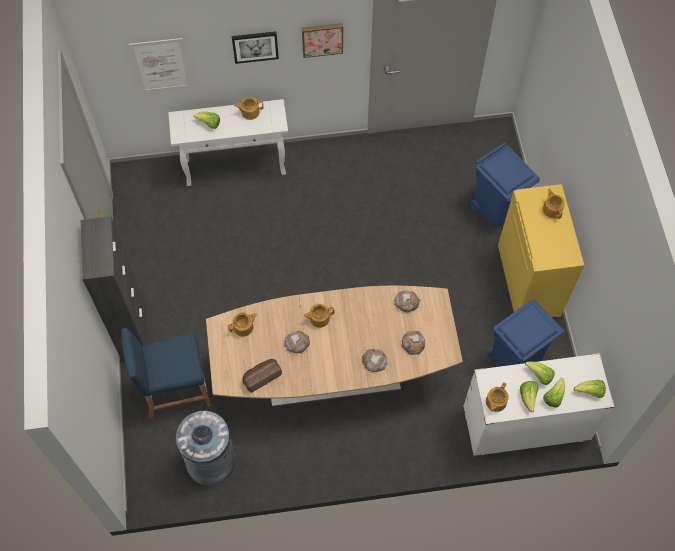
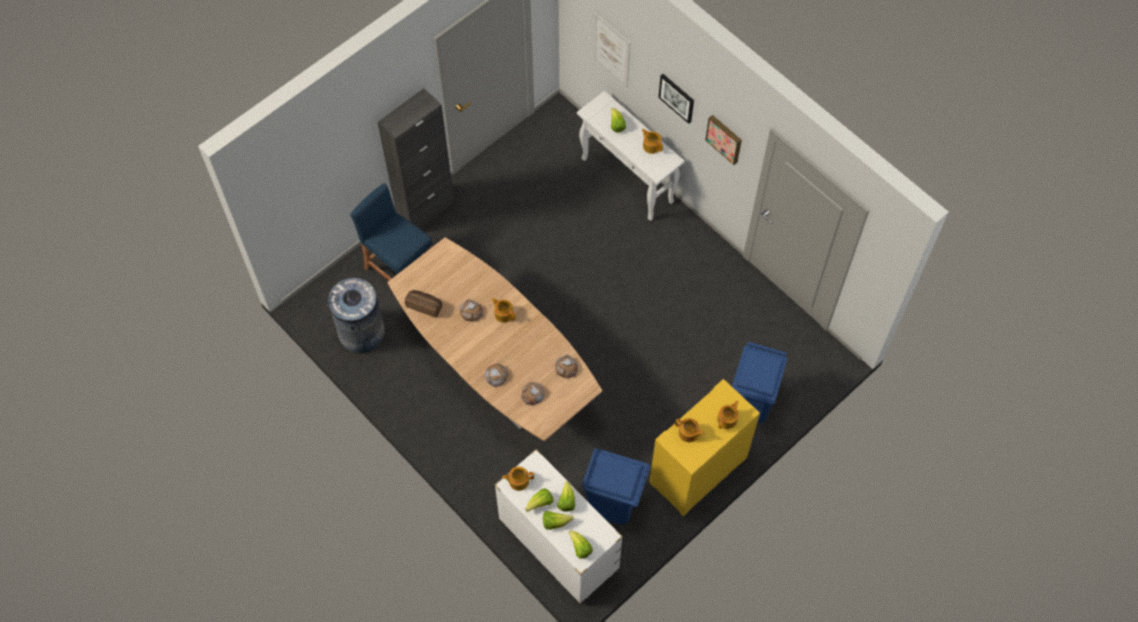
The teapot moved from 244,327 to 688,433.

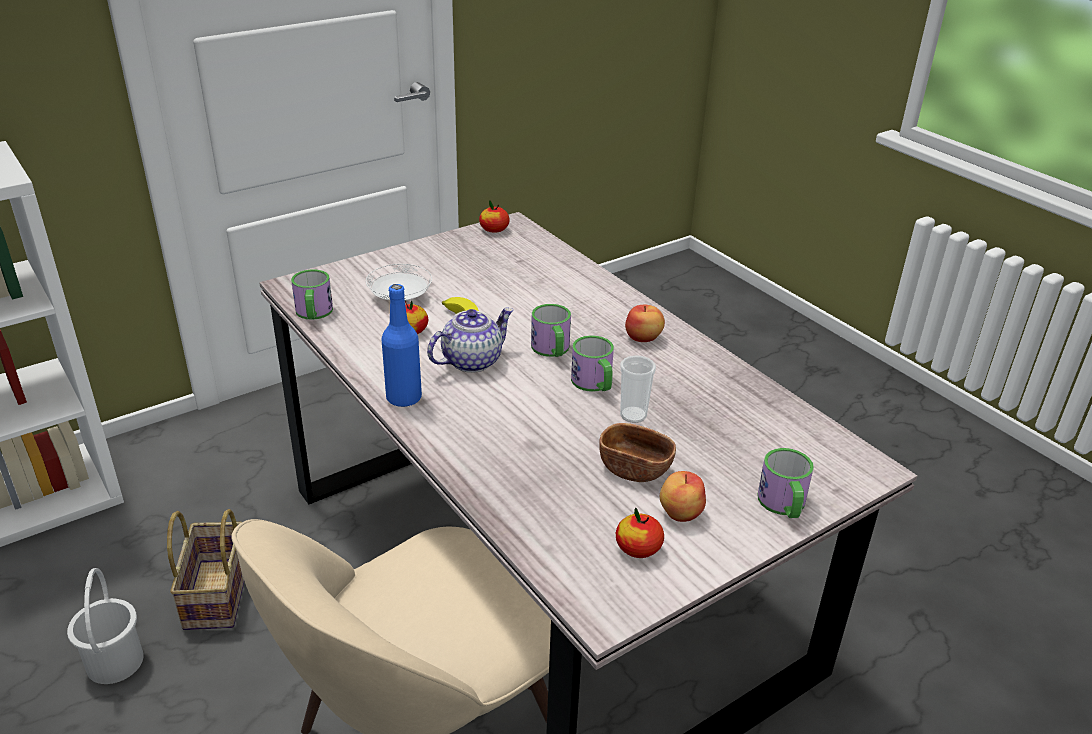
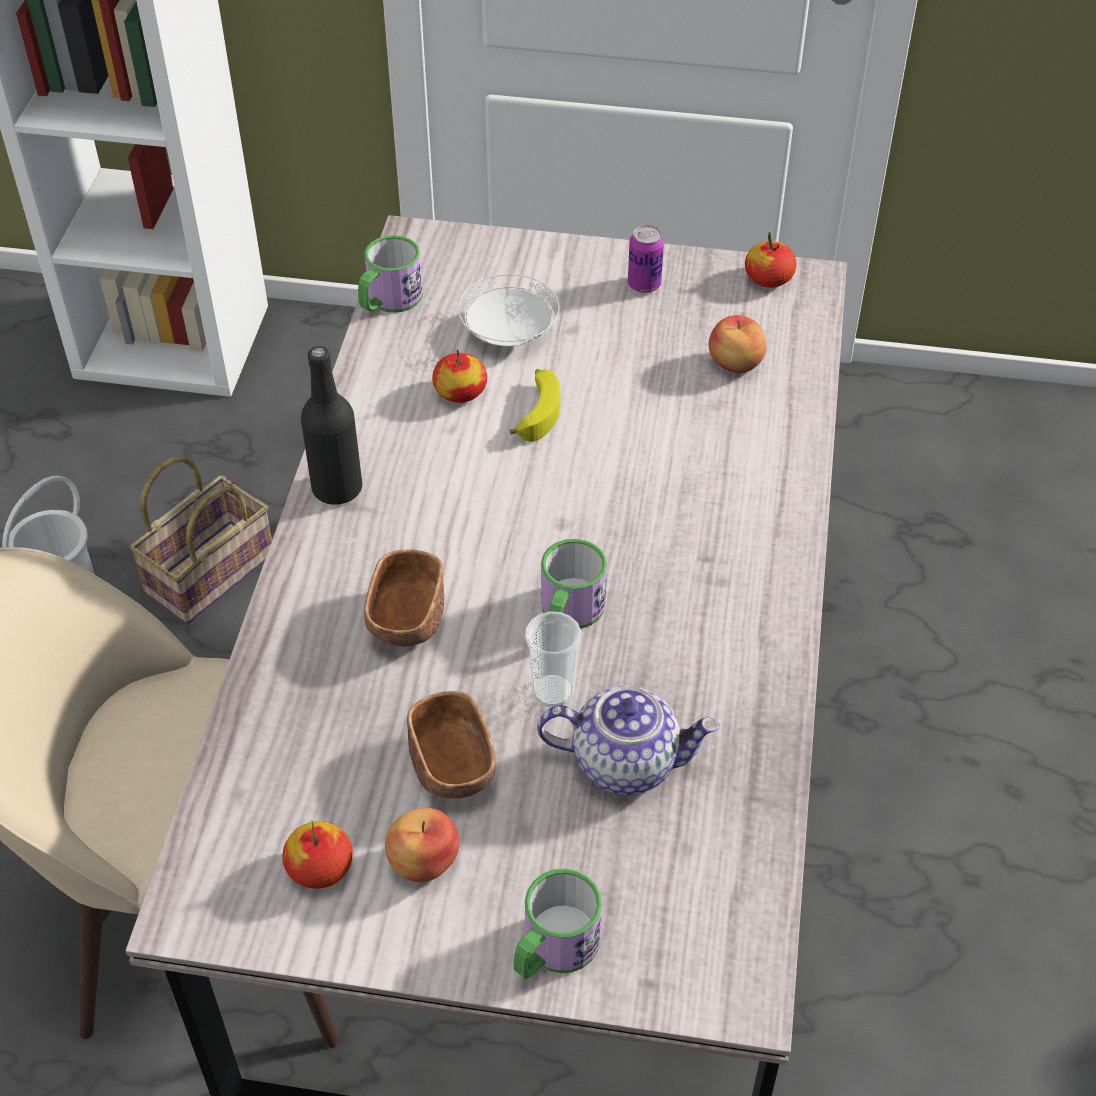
The blue bottle at 404,398 became the black bottle at 337,488. The mug at 552,350 disappeared. The apple moved from 643,338 to 735,364. The teapot moved from 472,360 to 626,761. The can at 644,284 appeared. The brown bowl at 406,619 appeared.

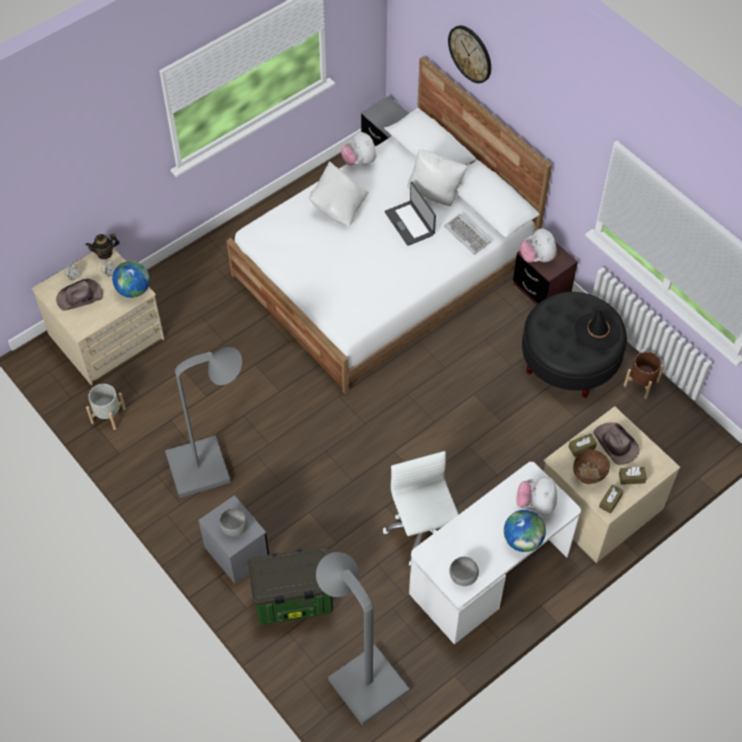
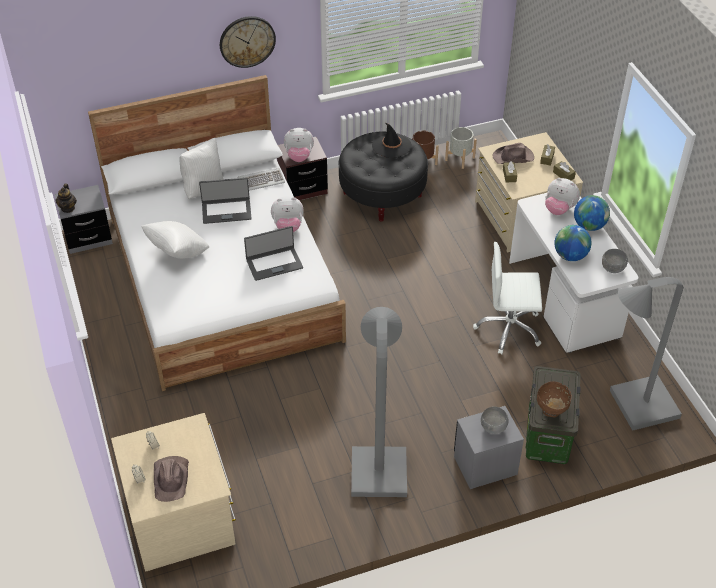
The wall clock moved from 470,53 to 247,41. The plush toy moved from 359,161 to 288,227. The teapot moved from 105,253 to 68,208. The globe moved from 133,290 to 570,256. The grey planter moved from 108,415 to 459,159. The brown bowl moved from 587,477 to 551,411. The laptop at 274,263 appeared.

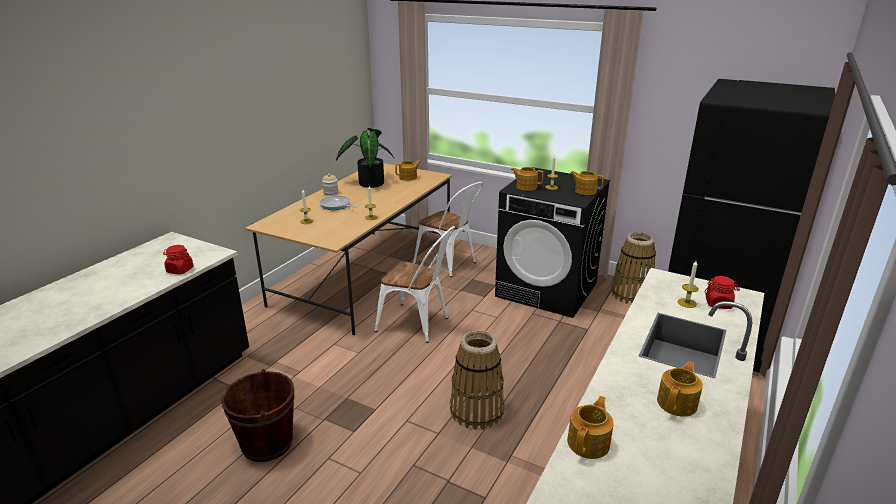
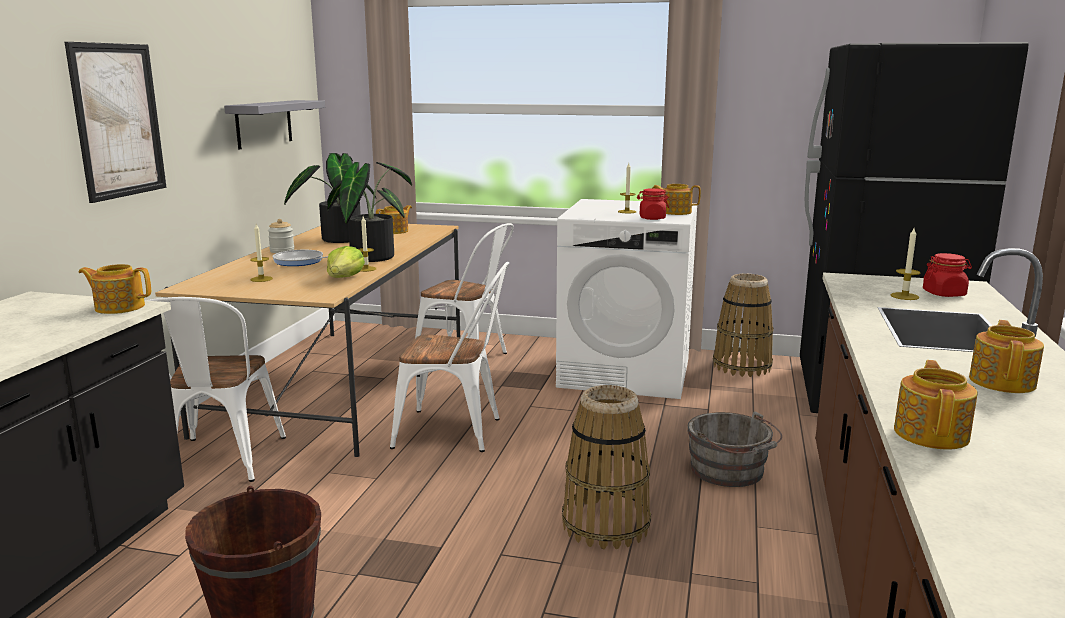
The black washing machine at 547,290 became the white washing machine at 626,373. The teapot moved from 526,187 to 119,307. The red jar moved from 180,270 to 652,218. The picture at 118,120 appeared. The grey shelf at 264,124 appeared. The potted plant at 371,256 appeared. The lettuce at 345,278 appeared. The white chair at 221,464 appeared. The grey bucket at 730,472 appeared.

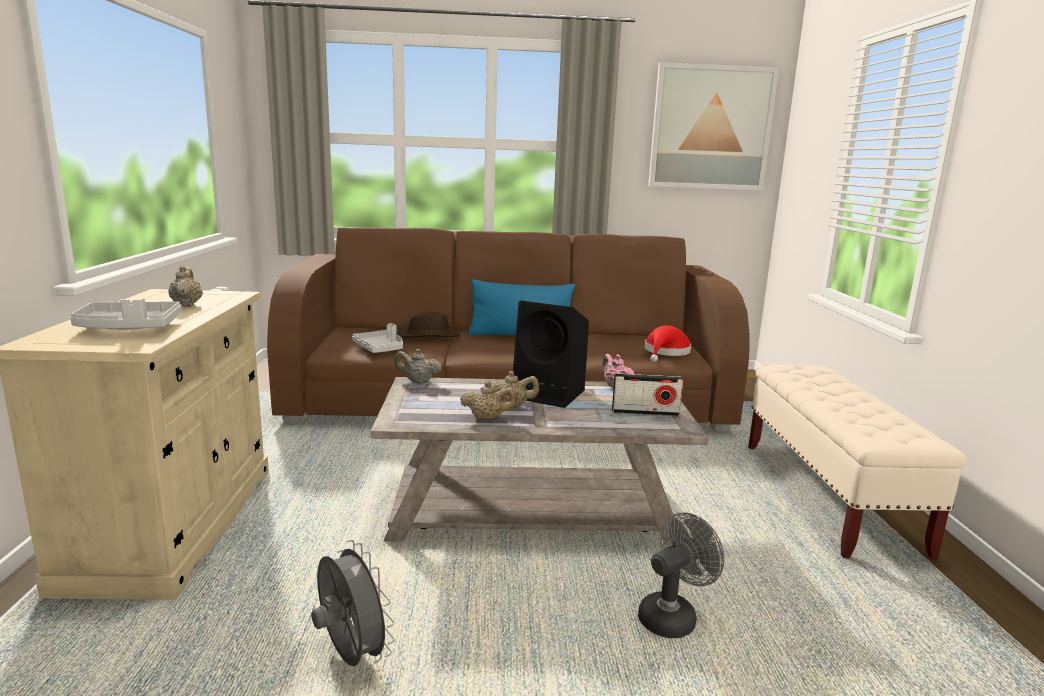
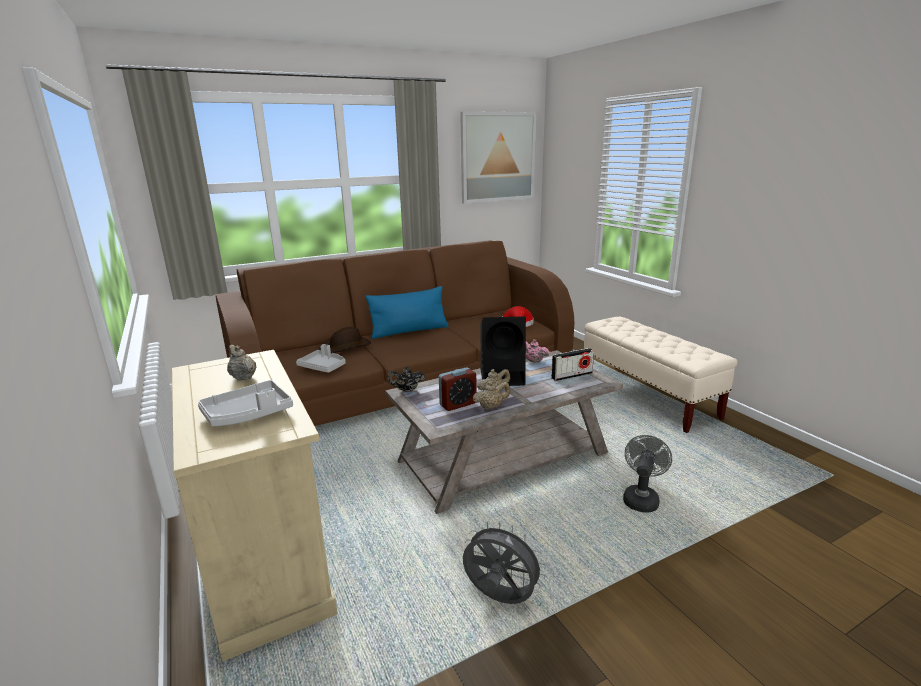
The beige teapot at 417,381 became the black teapot at 406,390. The alarm clock at 458,404 appeared.

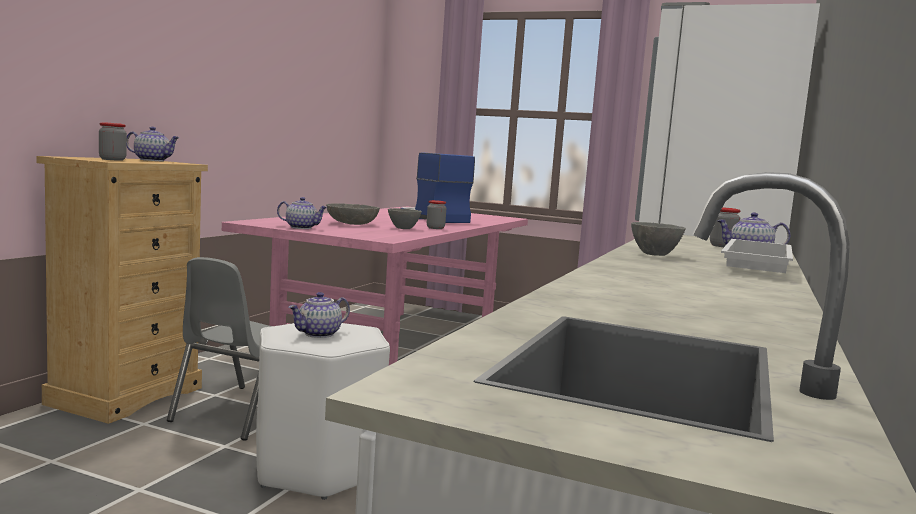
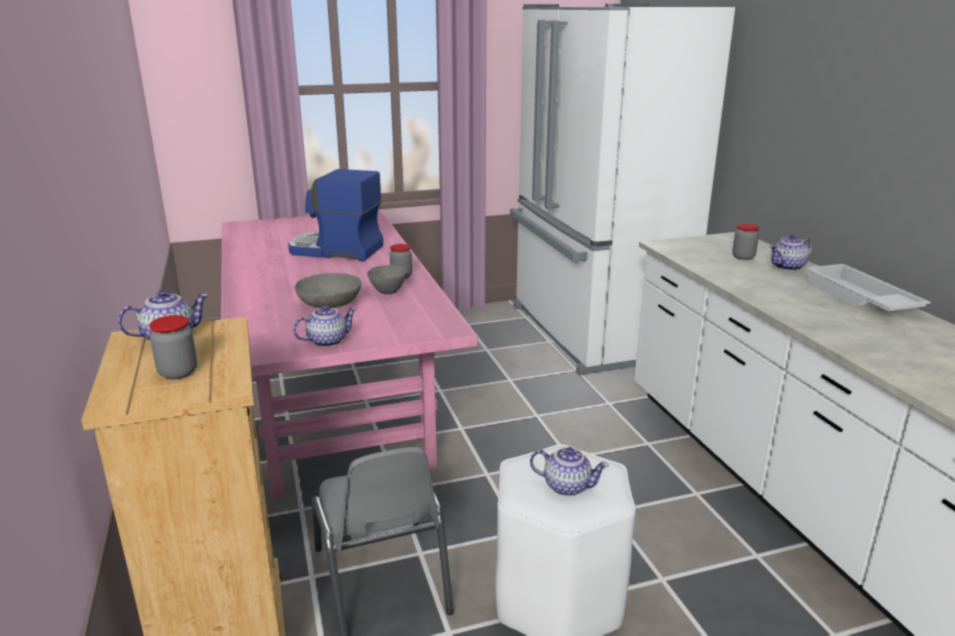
The grey bowl at 655,255 disappeared. The teapot at 319,334 turned 75 degrees counterclockwise.

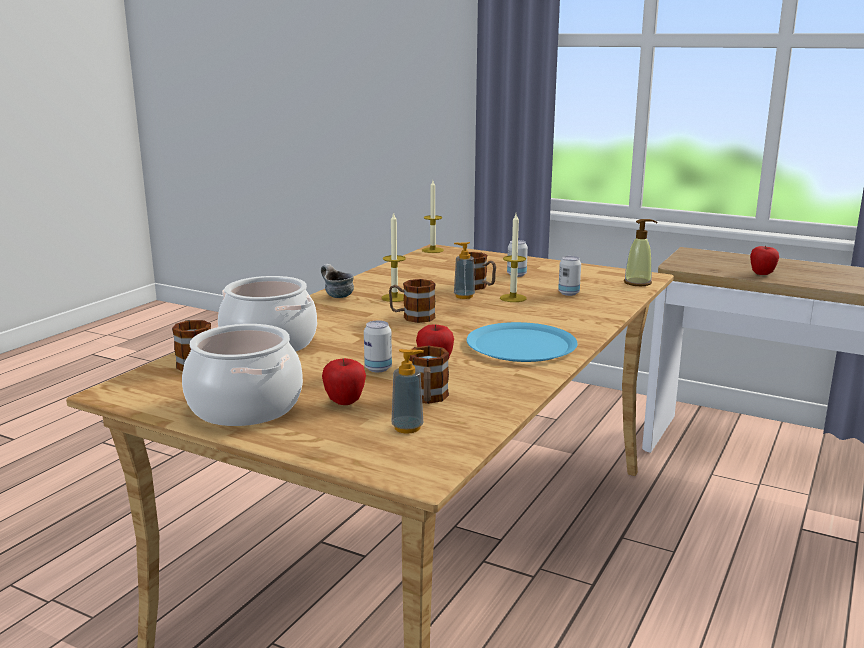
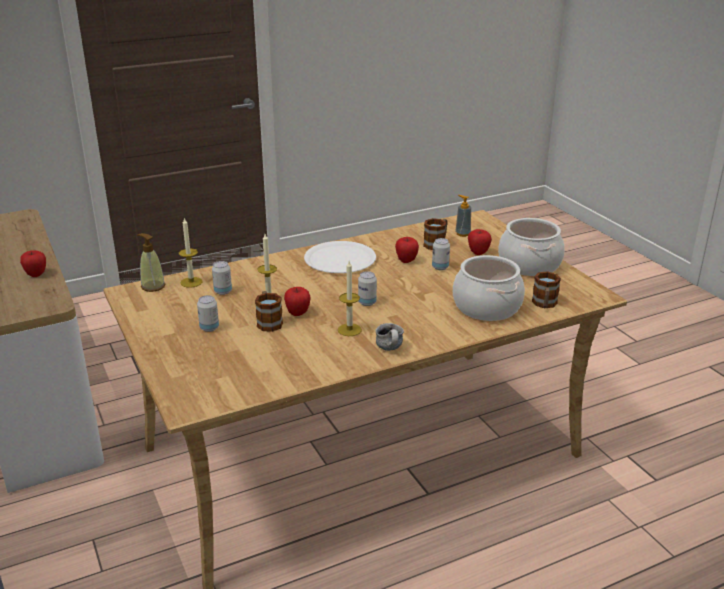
The candle moved from 432,250 to 191,282. The soap dispenser at 464,296 was replaced by the apple at 297,313. The mug at 412,317 was replaced by the can at 367,302. The blue plate at 521,345 became the white plate at 340,259.

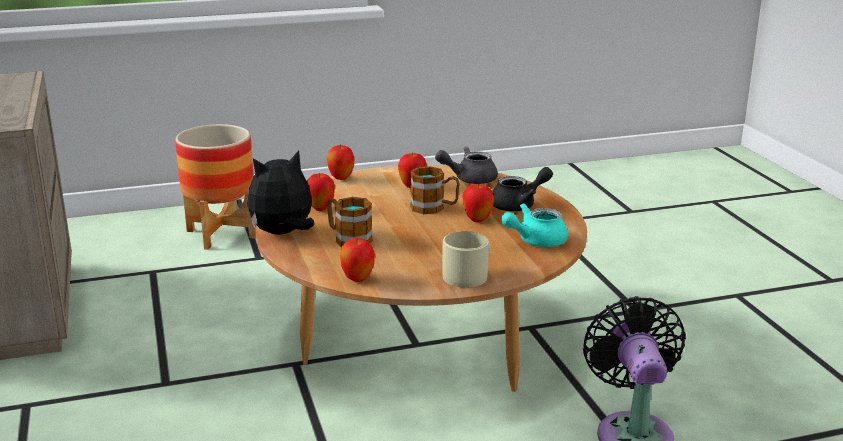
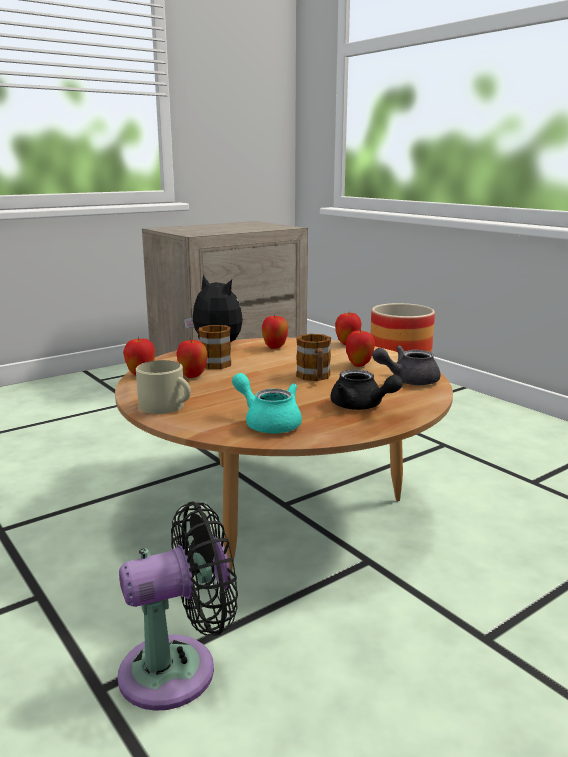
The grey teapot at 469,179 turned 75 degrees counterclockwise. The apple moved from 477,220 to 192,376.

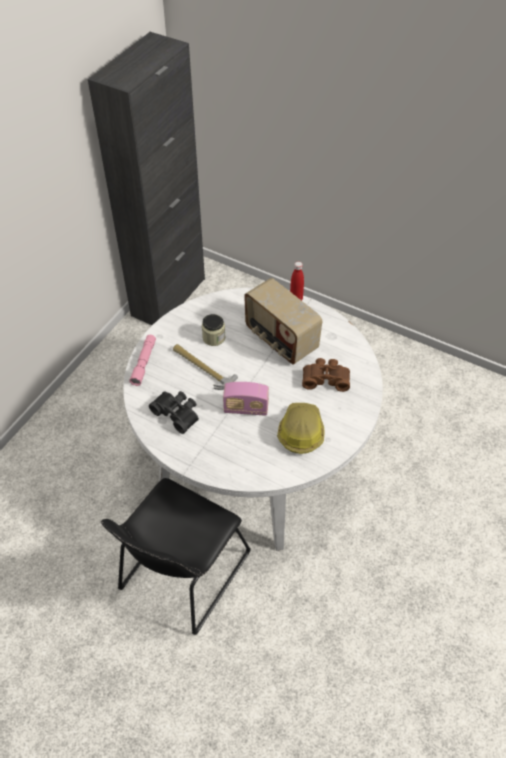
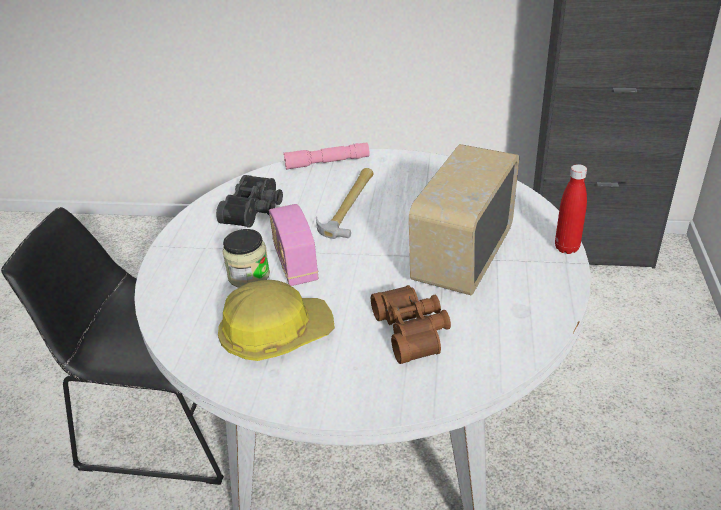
The jar moved from 214,338 to 249,276.

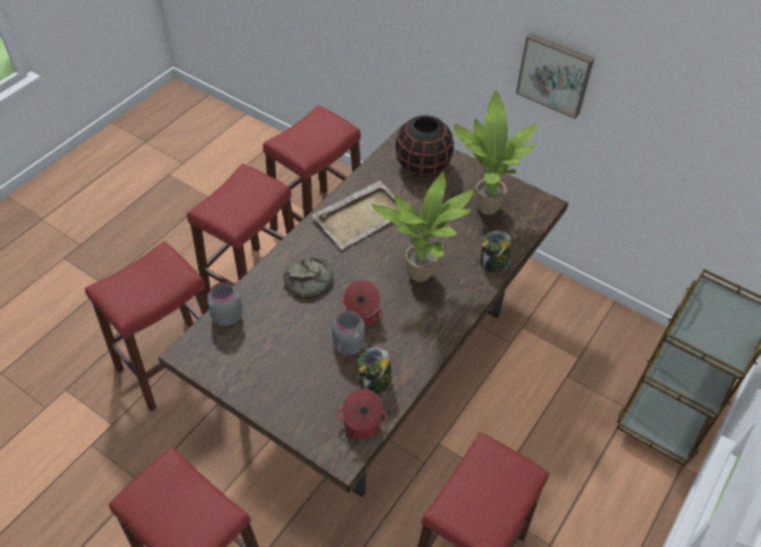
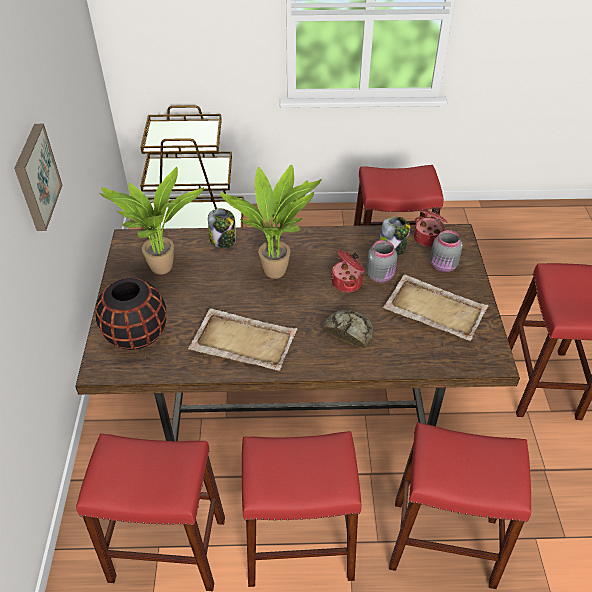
The grey jar moved from 226,316 to 443,266. The beige tray at 434,309 appeared.

